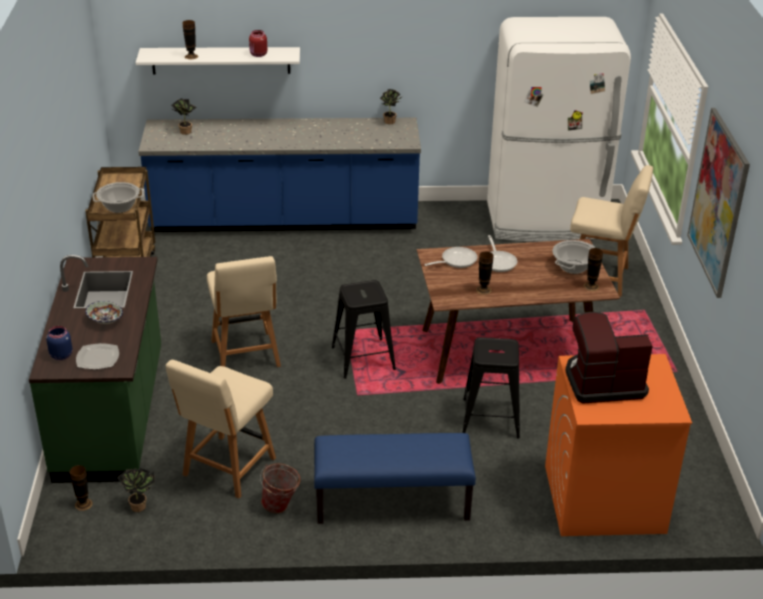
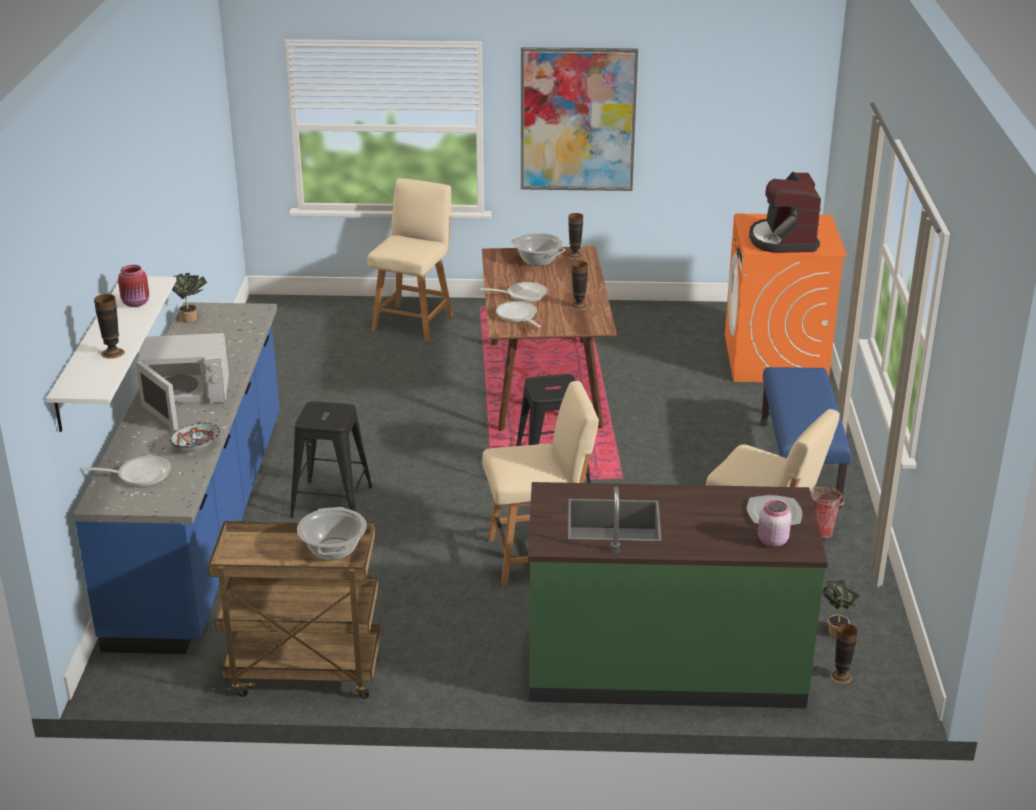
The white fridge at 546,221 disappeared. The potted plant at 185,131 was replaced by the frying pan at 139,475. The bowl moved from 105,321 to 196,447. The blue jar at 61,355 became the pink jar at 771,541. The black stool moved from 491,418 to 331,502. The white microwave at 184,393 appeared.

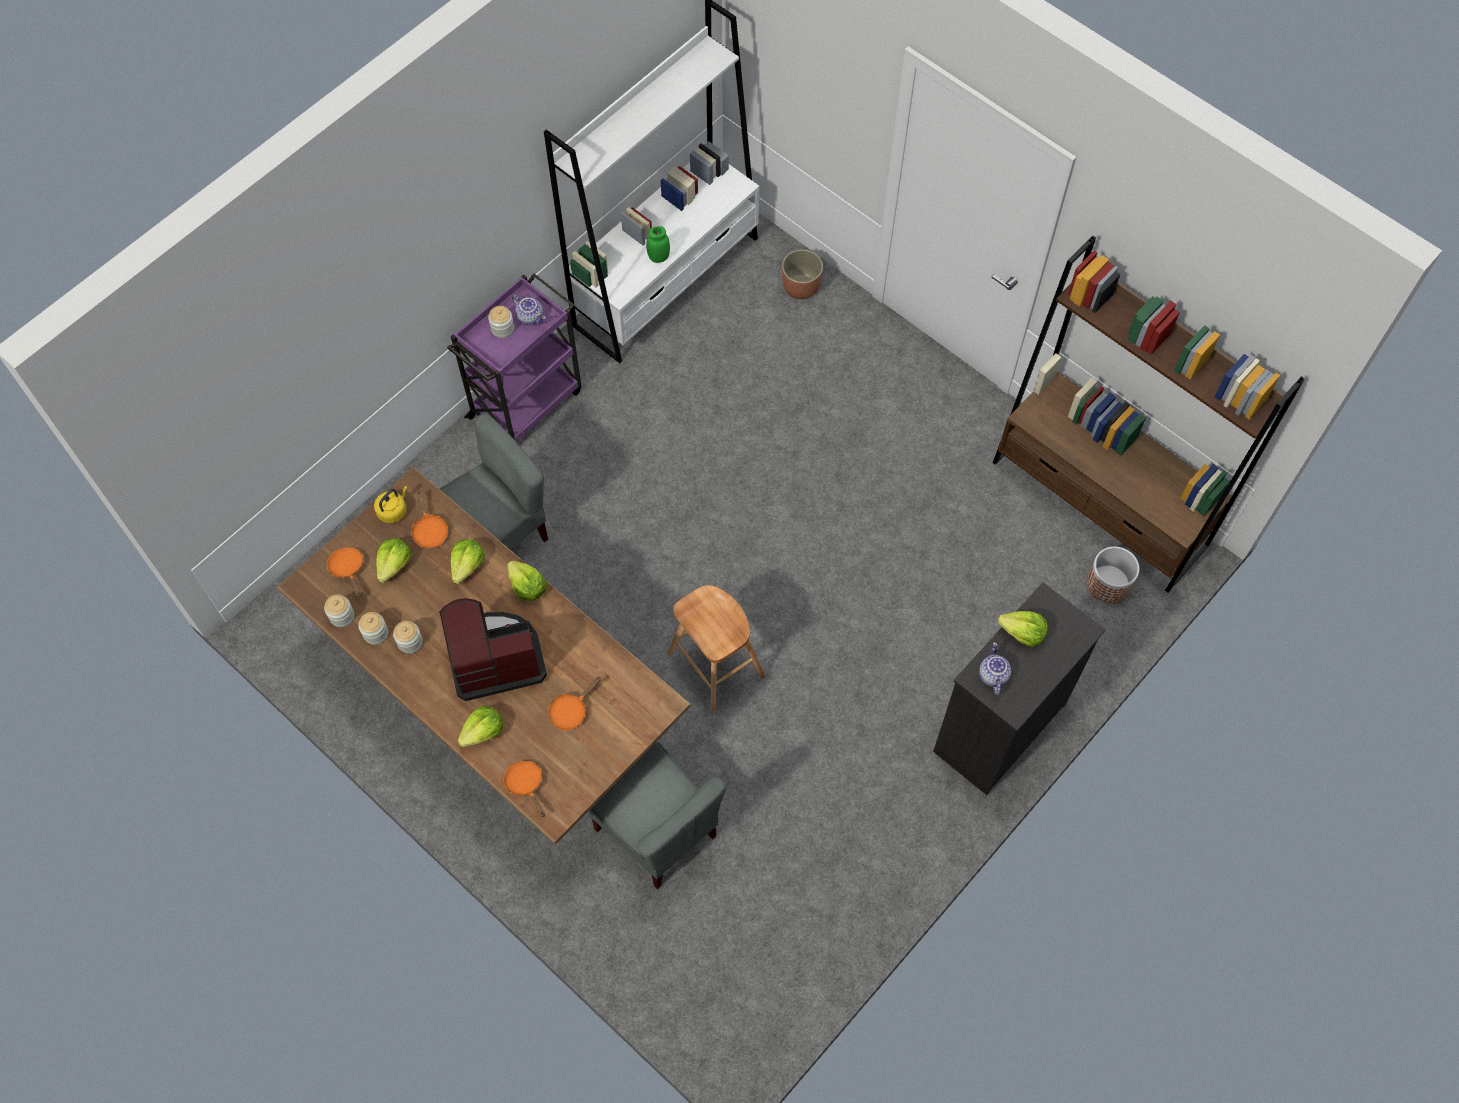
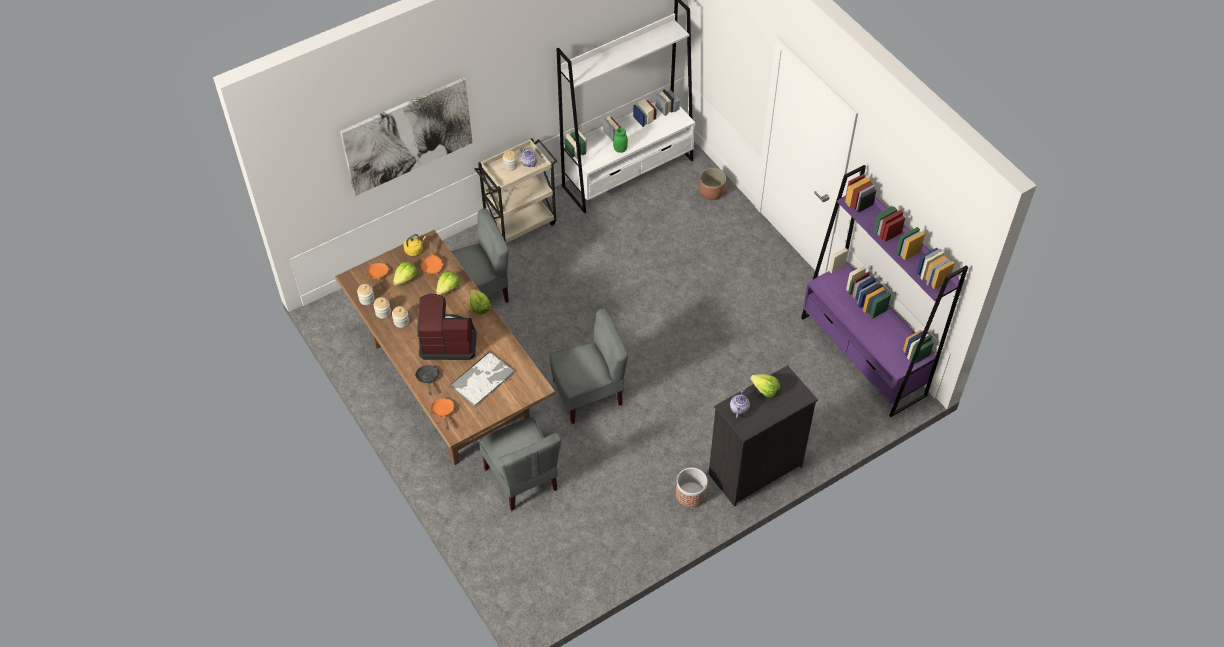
The brown bookcase at 1100,504 became the purple bookcase at 862,356. The purple cart at 527,402 became the beige cart at 520,223. The planter moved from 1108,583 to 690,494. The brown stool at 715,664 was replaced by the grey chair at 588,394. The orange frying pan at 571,711 was replaced by the tray at 483,379. The lettuce at 483,732 was replaced by the black frying pan at 428,378. The picture at 407,135 appeared.

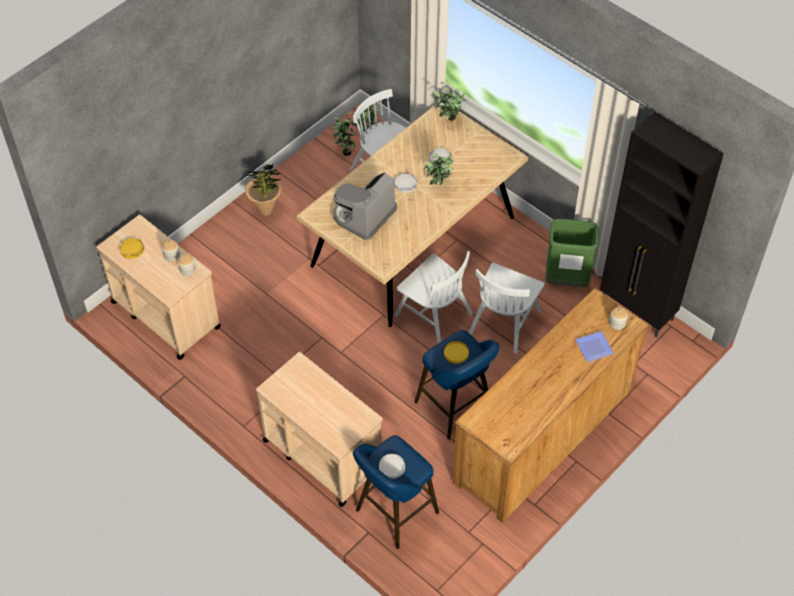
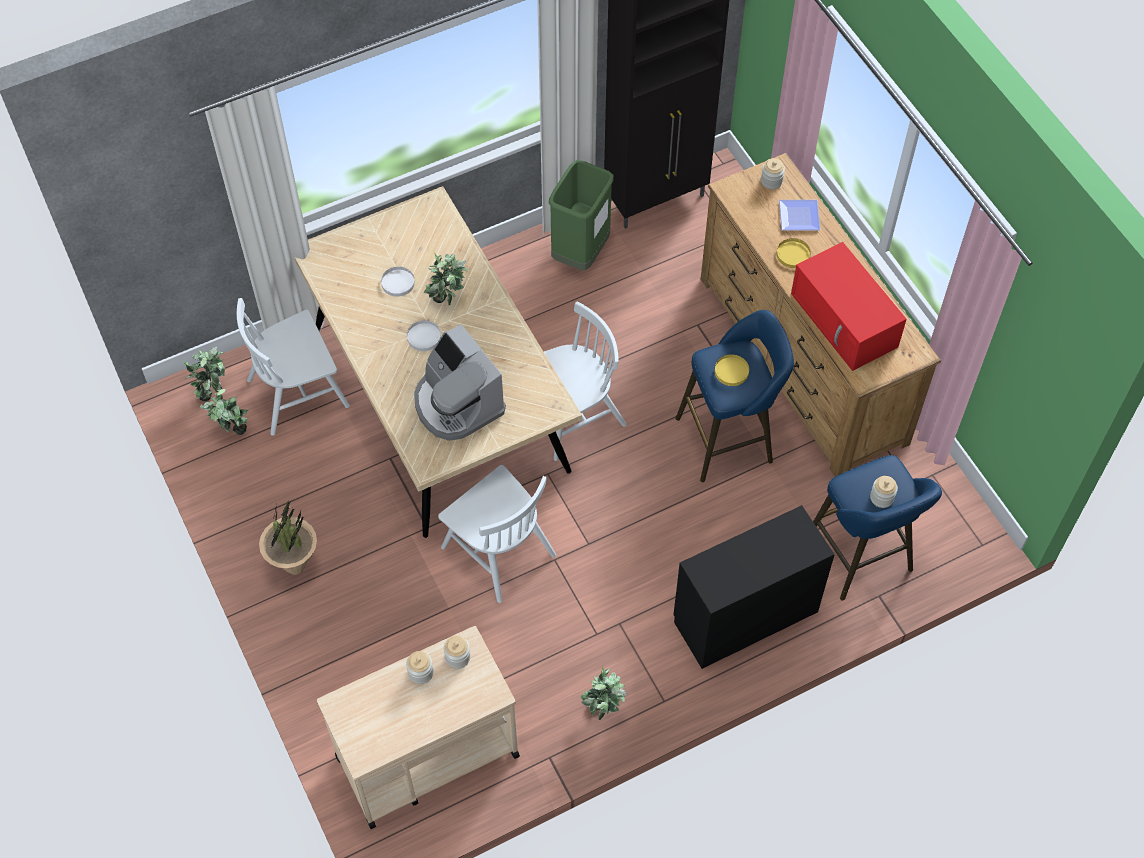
The potted plant moved from 449,122 to 603,711. The yellow plate moved from 132,249 to 793,254. The white chair moved from 504,322 to 498,550. The beige cart at 322,454 was replaced by the black dresser at 744,615. The white plate at 391,467 was replaced by the jar at 881,497. The red microwave at 845,321 appeared.

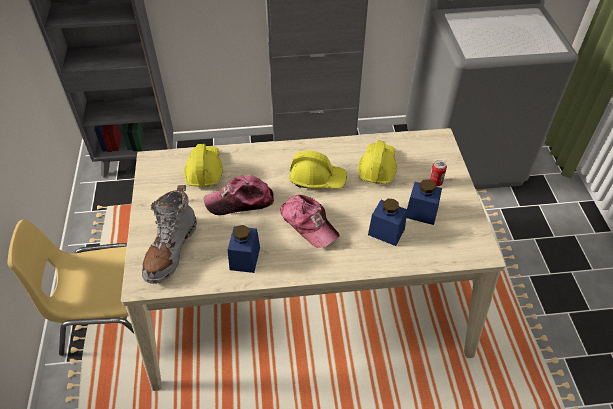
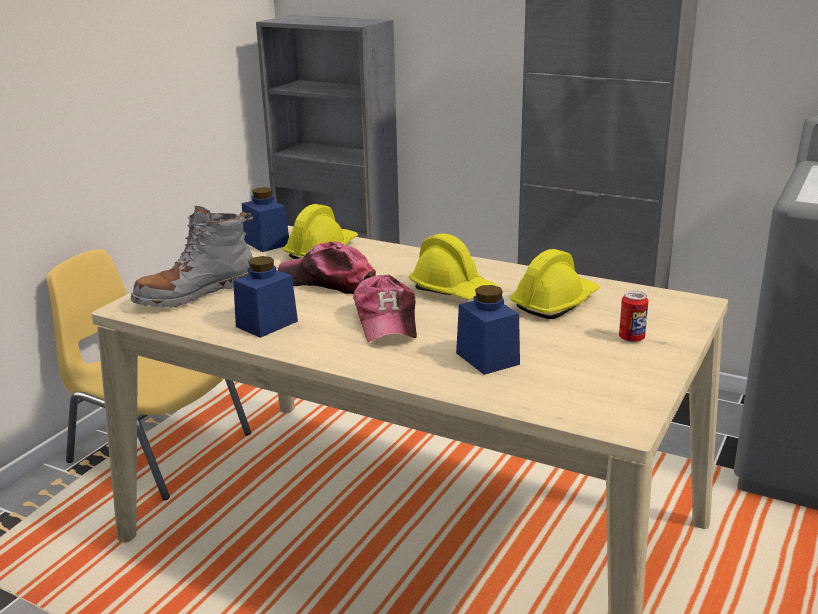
The blue jar moved from 421,212 to 266,243.

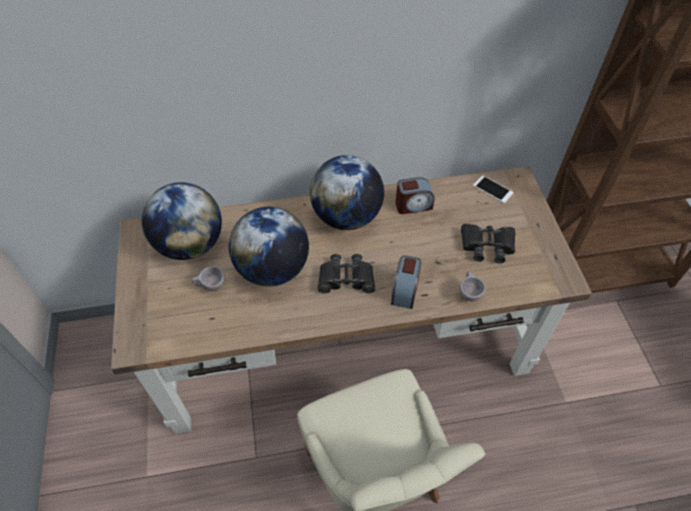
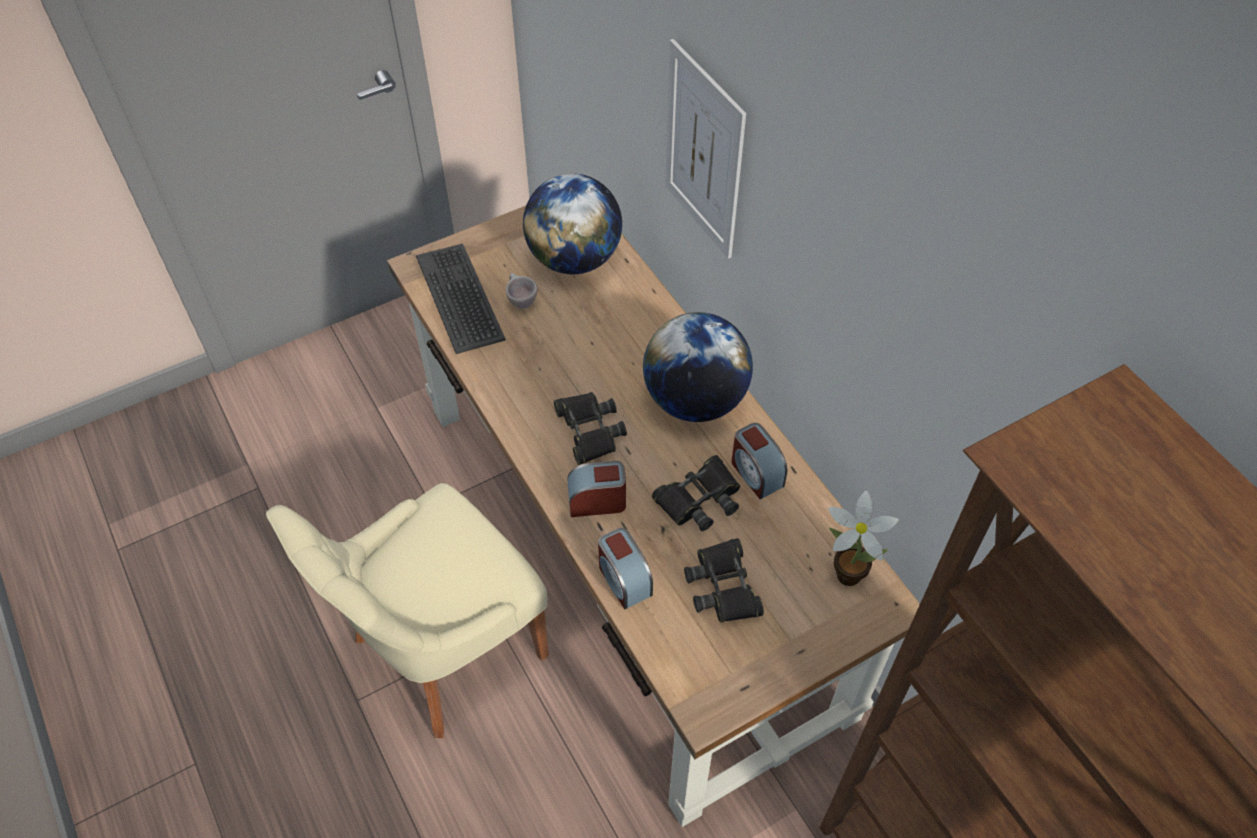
The phone at 493,189 was replaced by the potted plant at 844,572. The globe at 273,269 disappeared. The beige cup at 468,293 was replaced by the alarm clock at 623,579. The picture at 703,152 appeared. The keyboard at 461,298 appeared. The black binoculars at 699,499 appeared.

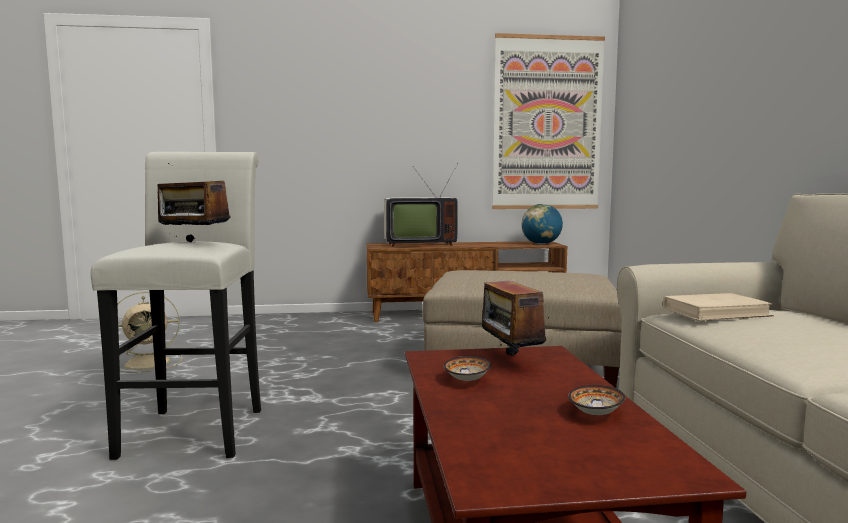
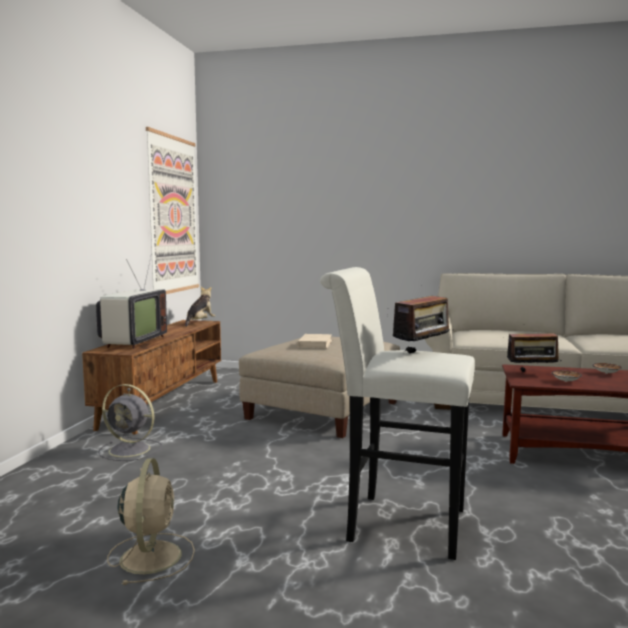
The globe at 541,244 was replaced by the plush toy at 200,323. The beige book moved from 716,312 to 315,344. The grey fan at 131,450 appeared.

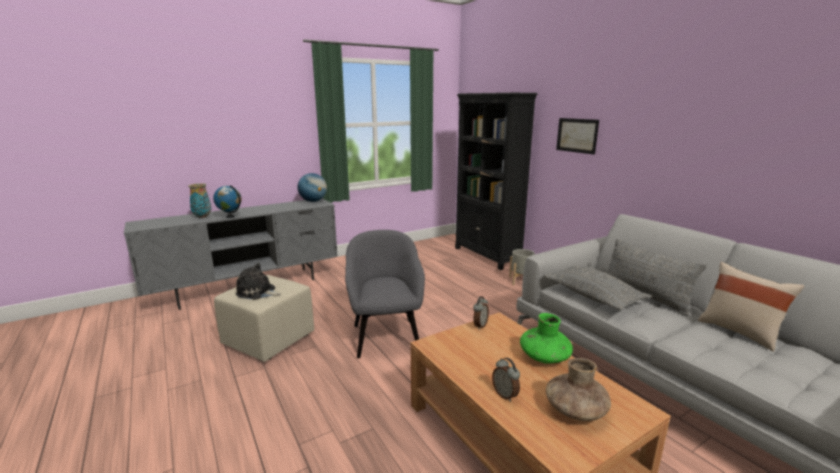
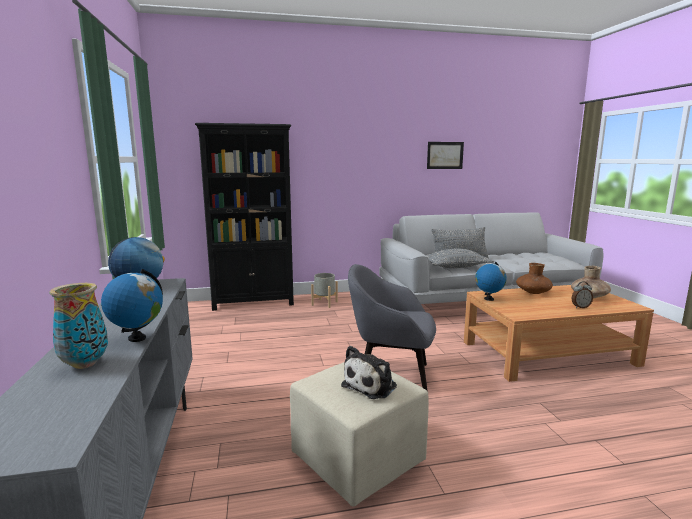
The picture moved from 577,135 to 445,155. The beige pillow at 739,332 disappeared. The alarm clock at 479,325 was replaced by the globe at 488,299. The green vase at 544,357 became the brown vase at 533,292.

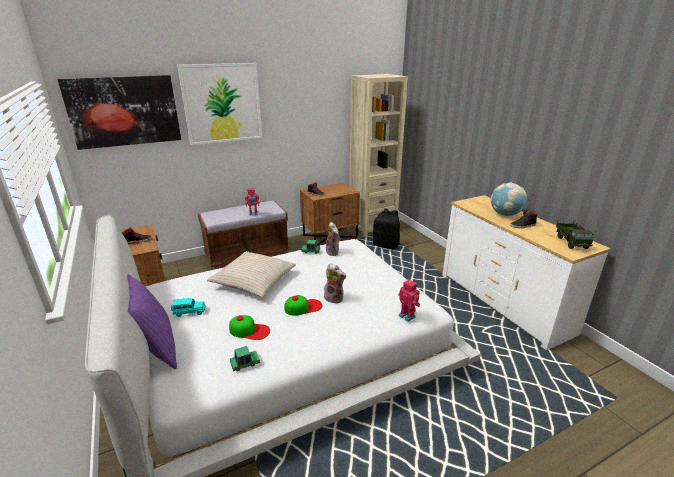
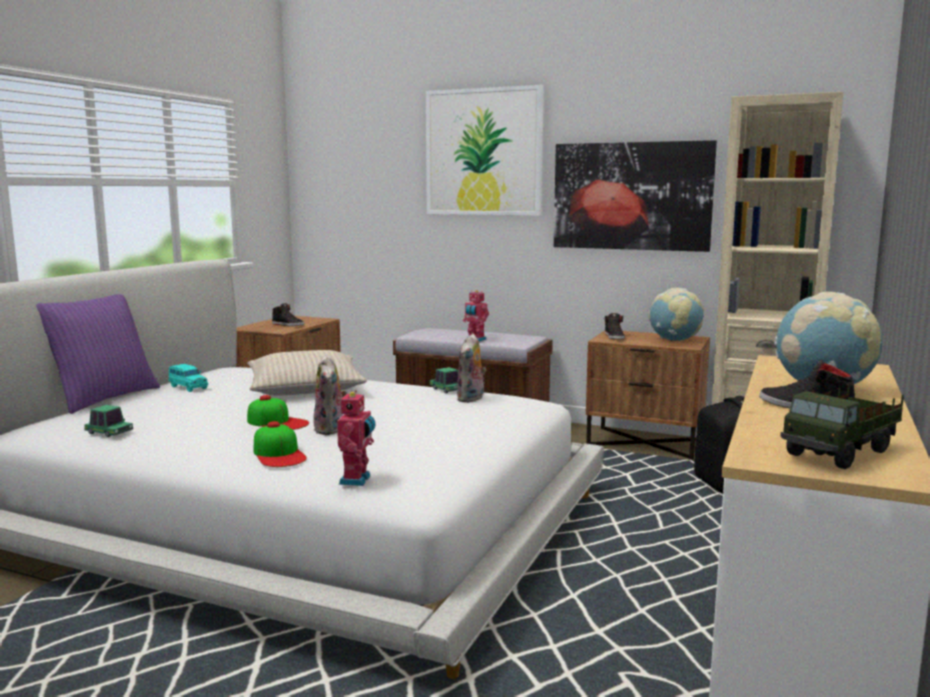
The picture moved from 124,111 to 631,196. The cap moved from 249,330 to 279,454. The globe at 674,340 appeared.

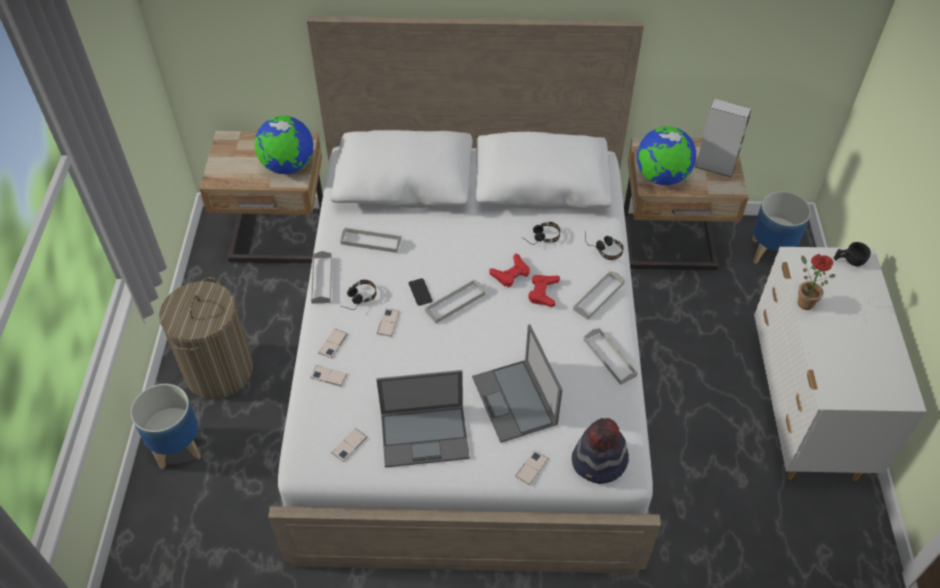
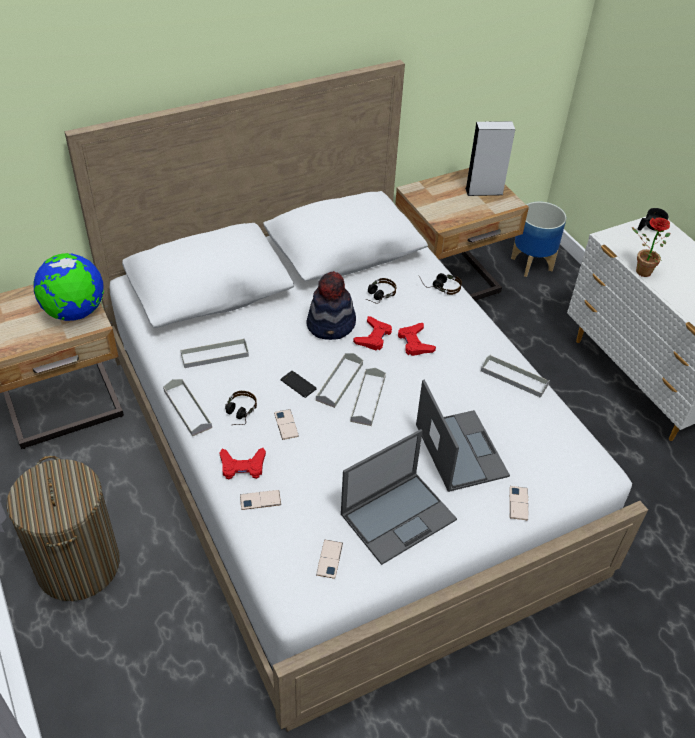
The globe at 661,177 disappeared. The grey tray moved from 598,297 to 368,399. The laptop at 515,401 turned 150 degrees counterclockwise. The phone at 333,343 was replaced by the red game controller at 242,466. The planter at 178,446 disappeared. The hat moved from 599,462 to 331,325.

